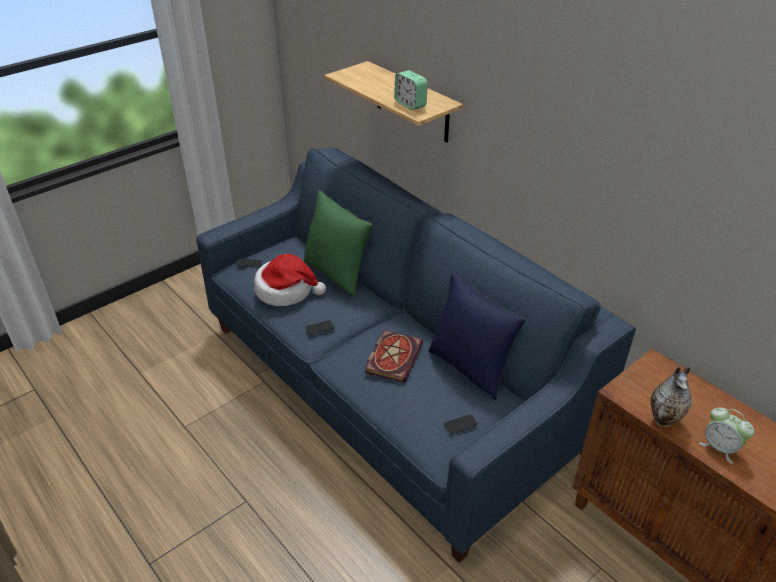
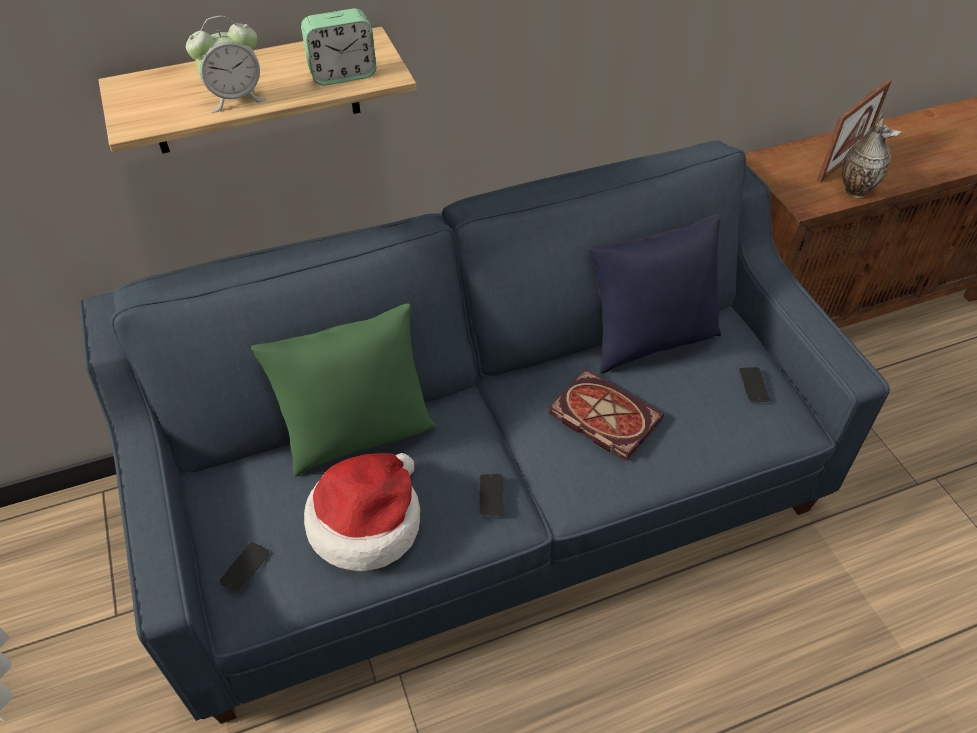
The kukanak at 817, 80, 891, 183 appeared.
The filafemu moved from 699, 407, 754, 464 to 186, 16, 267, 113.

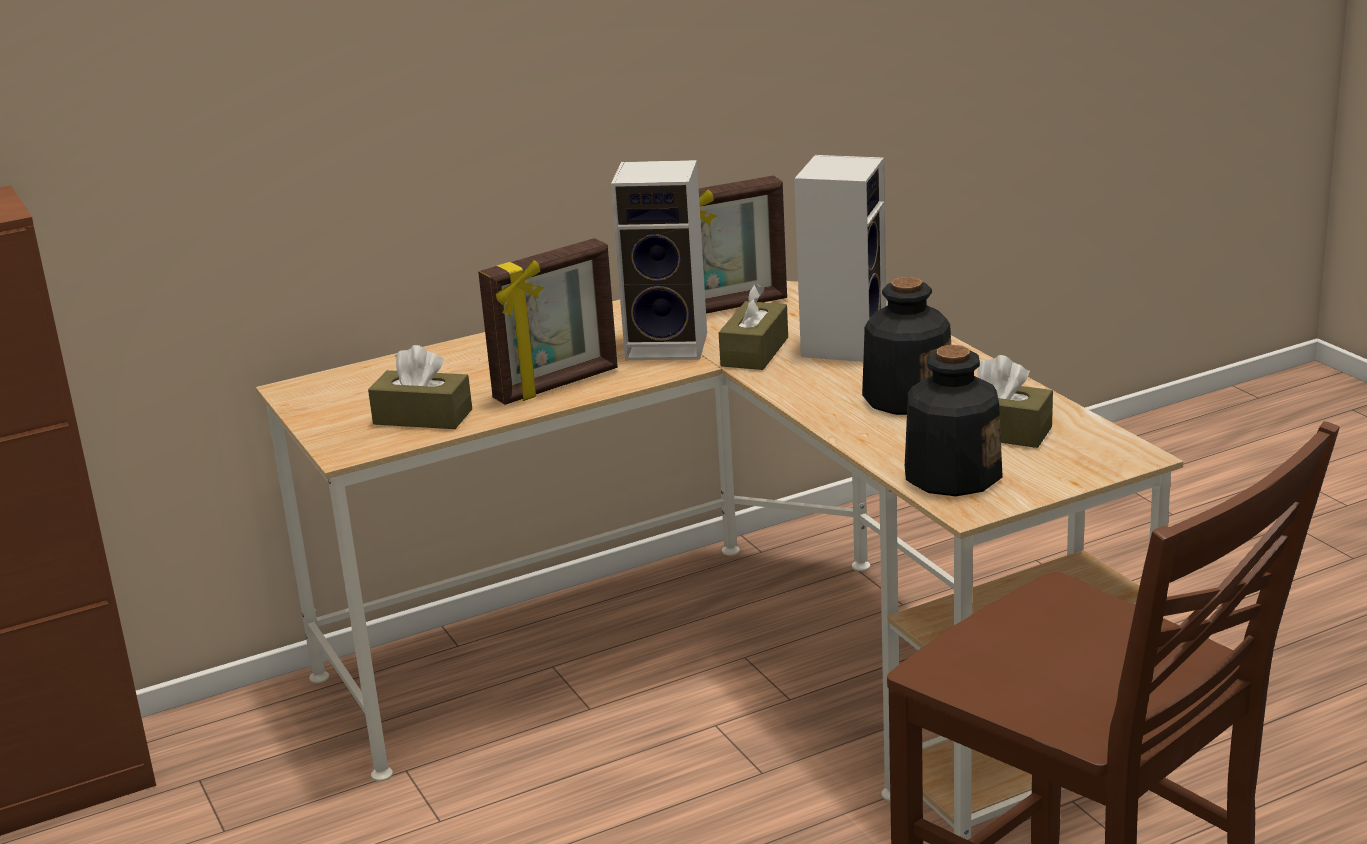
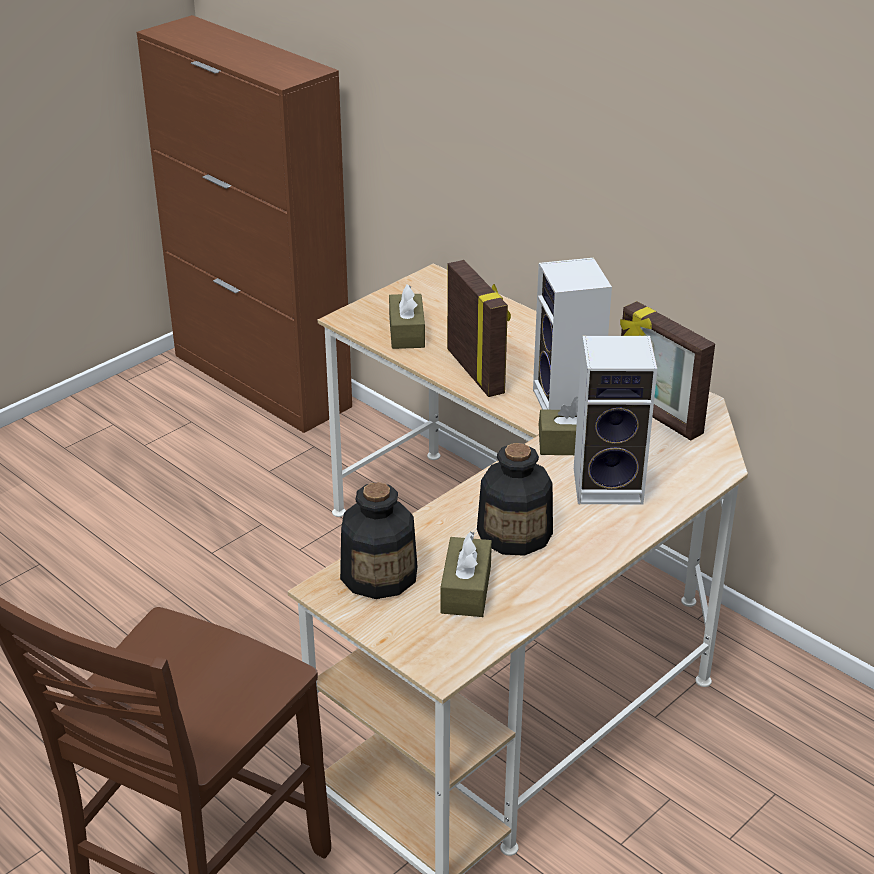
The kukanak at 478, 238, 618, 405 turned 150 degrees counterclockwise.

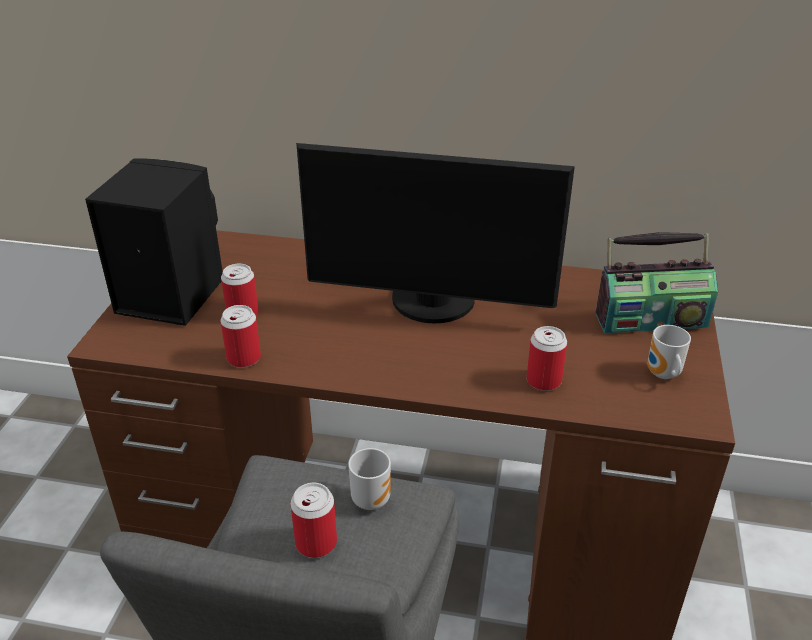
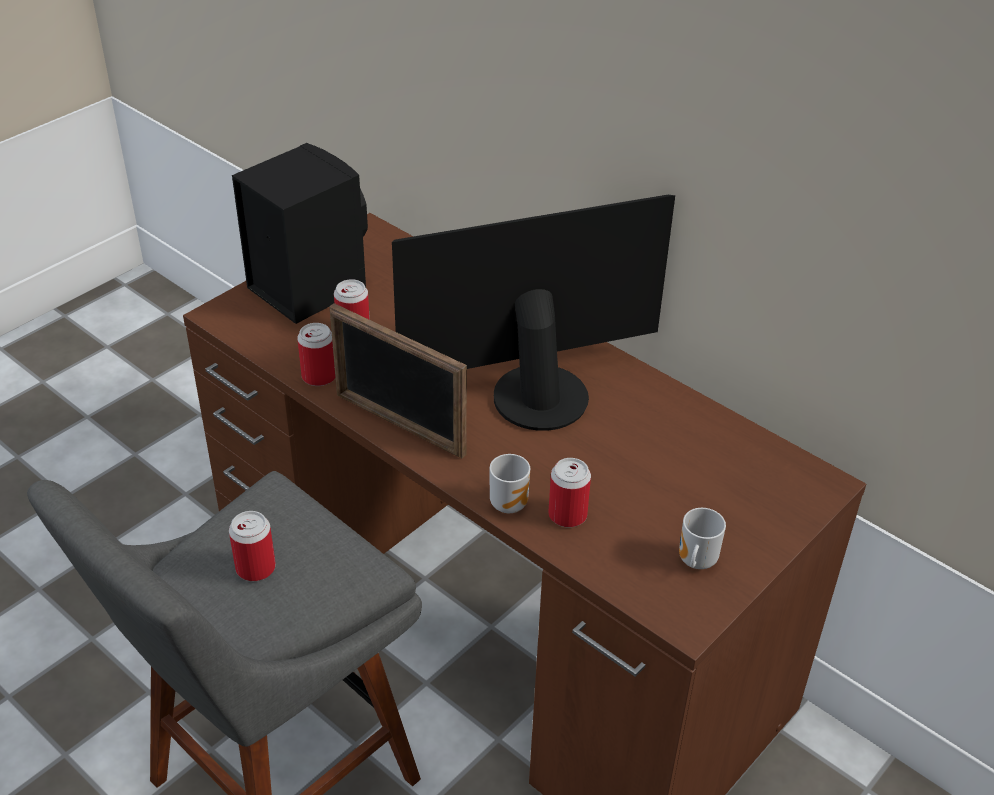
The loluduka at 596, 232, 718, 333 disappeared.
The kukanak at 329, 303, 467, 458 appeared.
The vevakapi moved from 348, 448, 391, 510 to 490, 454, 530, 513.
The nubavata at 296, 143, 575, 323 turned 120 degrees clockwise.

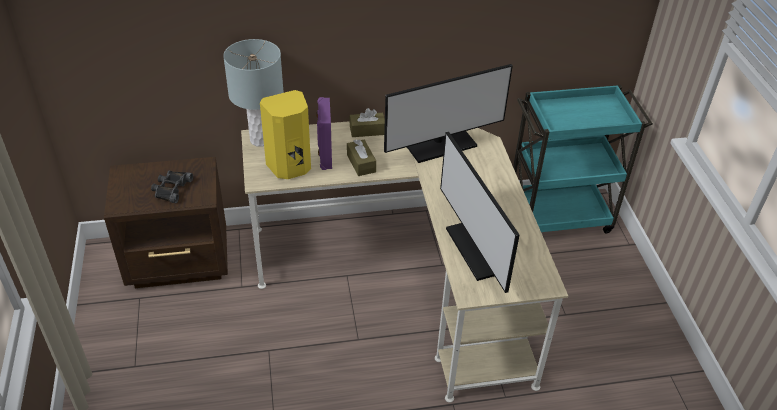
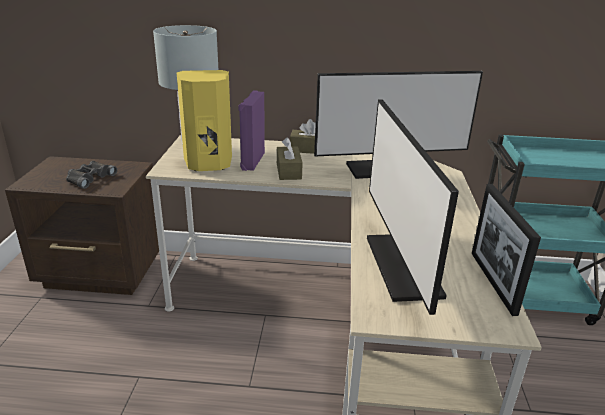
The kukanak at 472, 184, 541, 316 appeared.

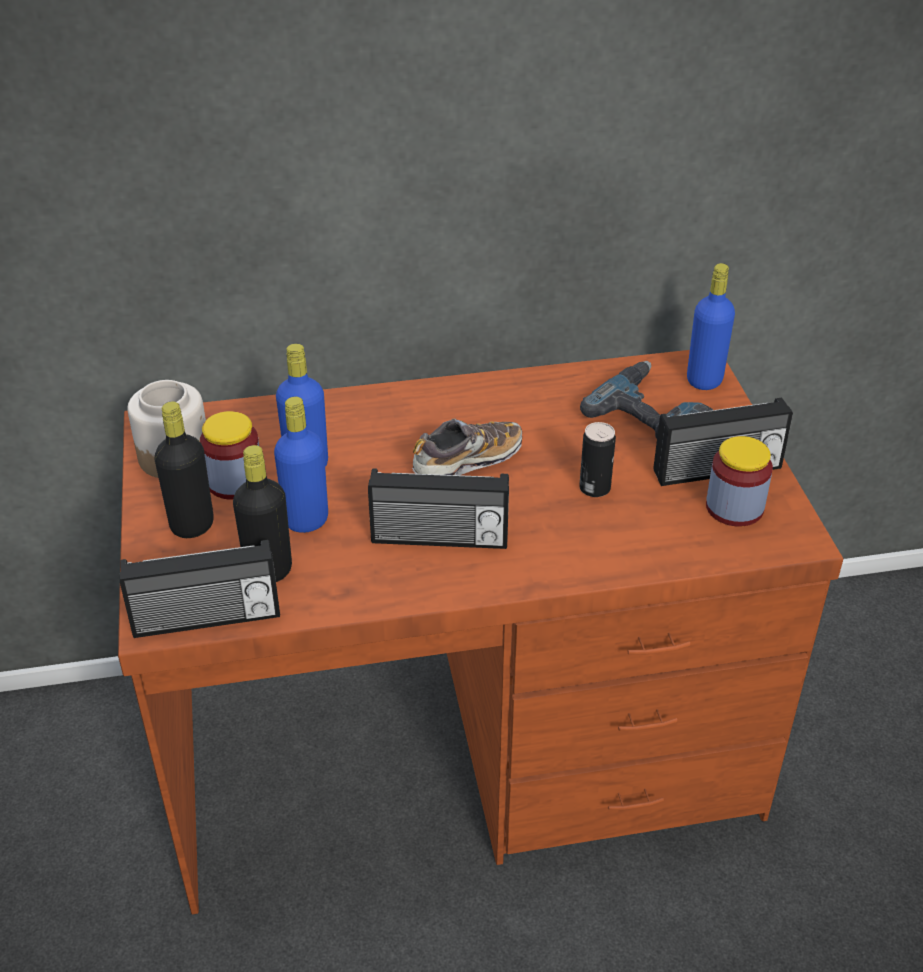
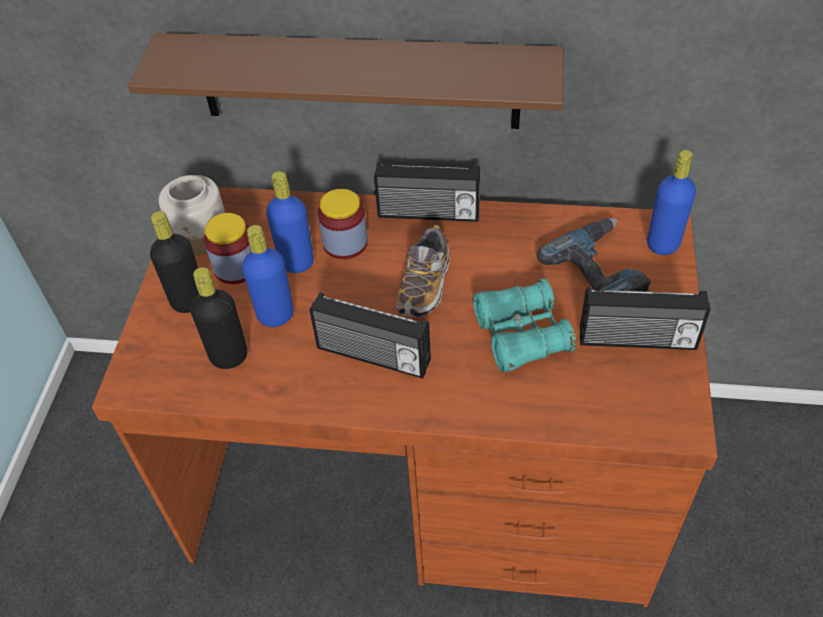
The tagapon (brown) at 128, 33, 564, 129 appeared.
The loluduka moved from 120, 540, 280, 638 to 374, 162, 480, 222.
The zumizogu moved from 706, 436, 773, 527 to 318, 189, 368, 259.
The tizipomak at 579, 422, 616, 497 was replaced by the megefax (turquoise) at 473, 279, 576, 372.
The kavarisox at 412, 419, 522, 475 turned 120 degrees clockwise.

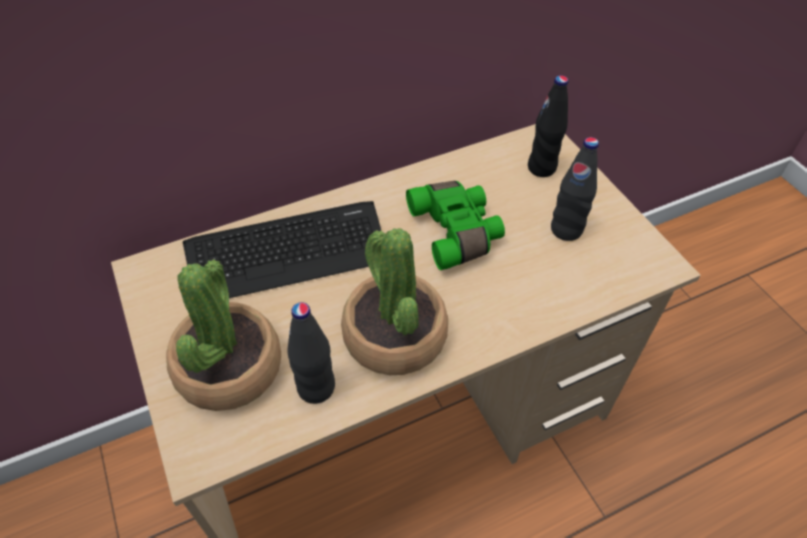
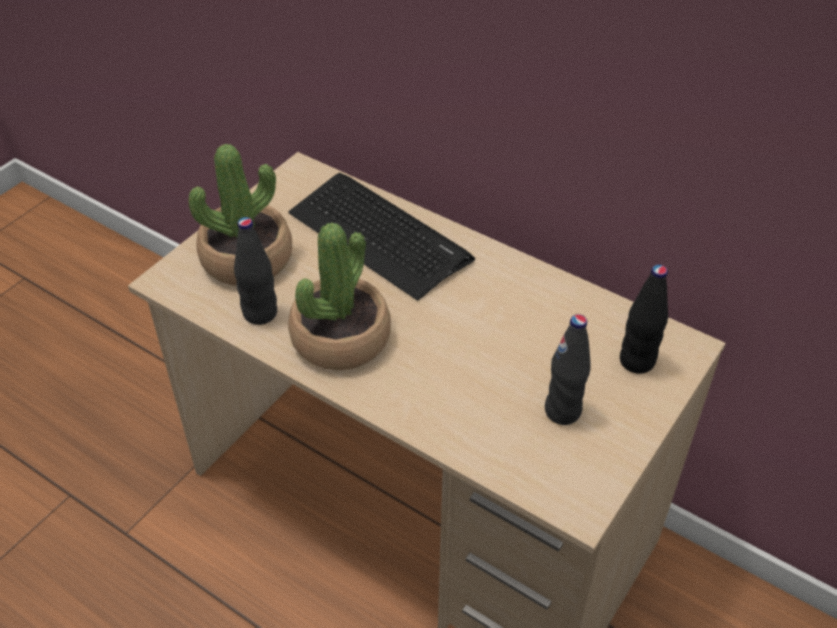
The megefax (green) at 406, 181, 505, 270 disappeared.

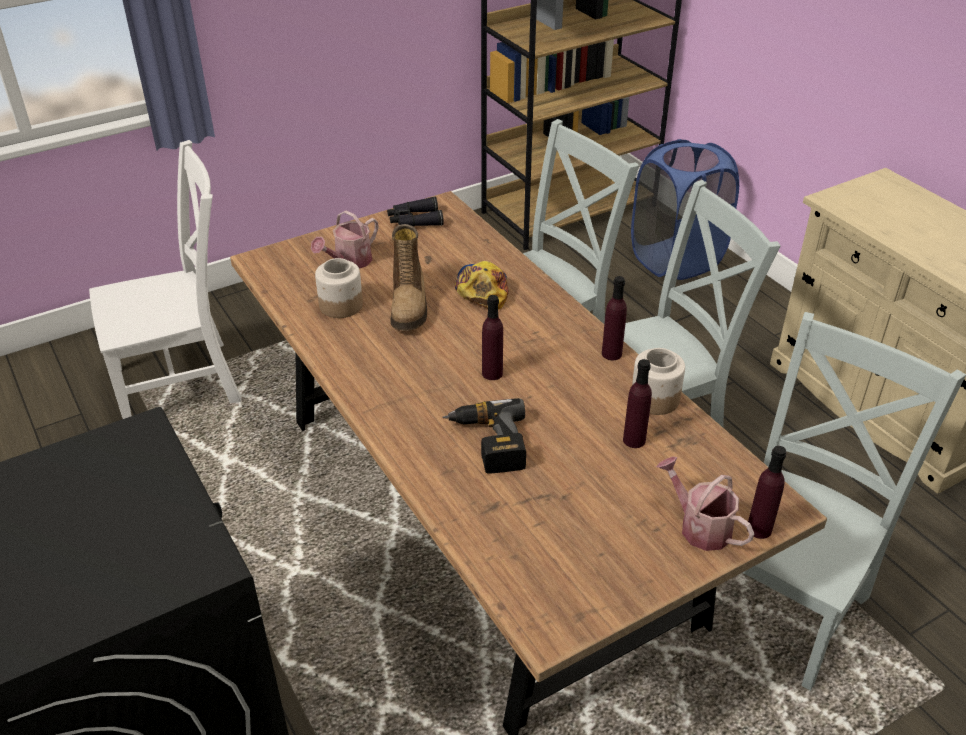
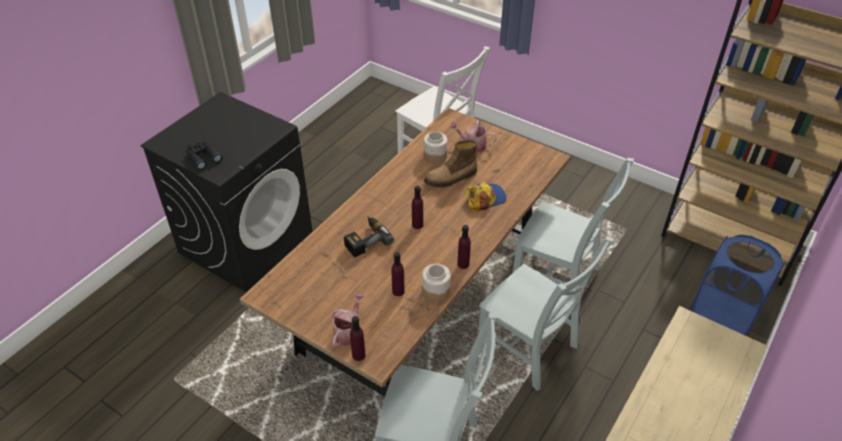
The megefax (black) moved from 387, 196, 444, 226 to 186, 142, 222, 170.

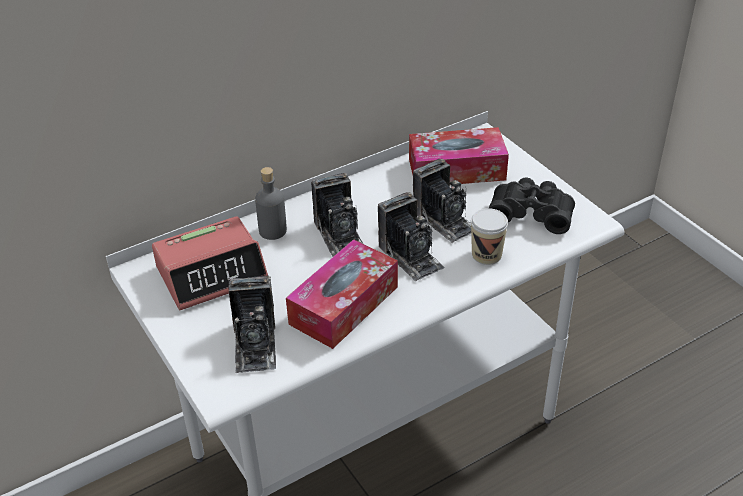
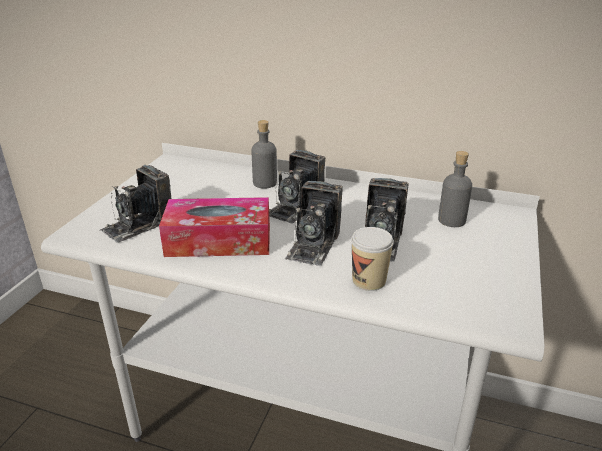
The filafemu at 152, 216, 268, 310 disappeared.
The megefax (black) at 489, 177, 575, 234 disappeared.
The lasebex at 409, 127, 509, 184 was replaced by the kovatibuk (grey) at 438, 151, 472, 227.

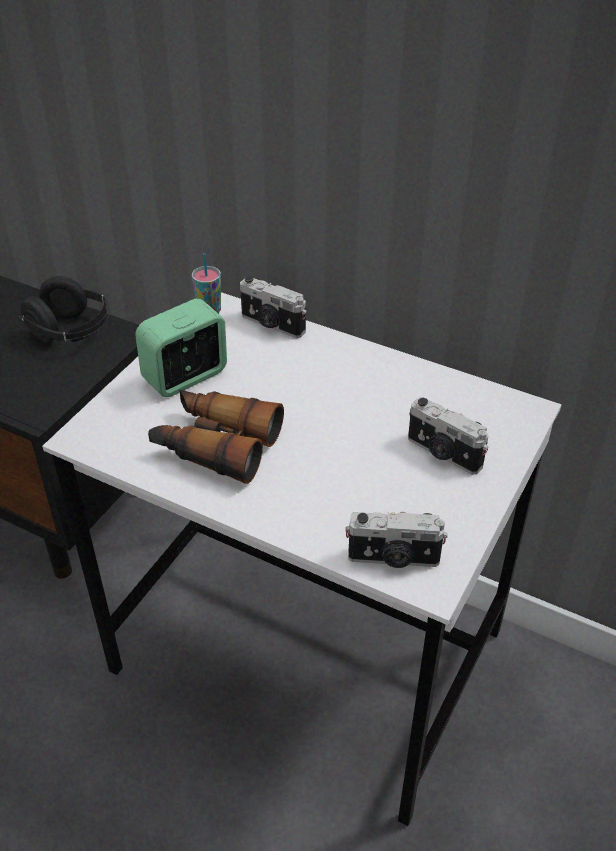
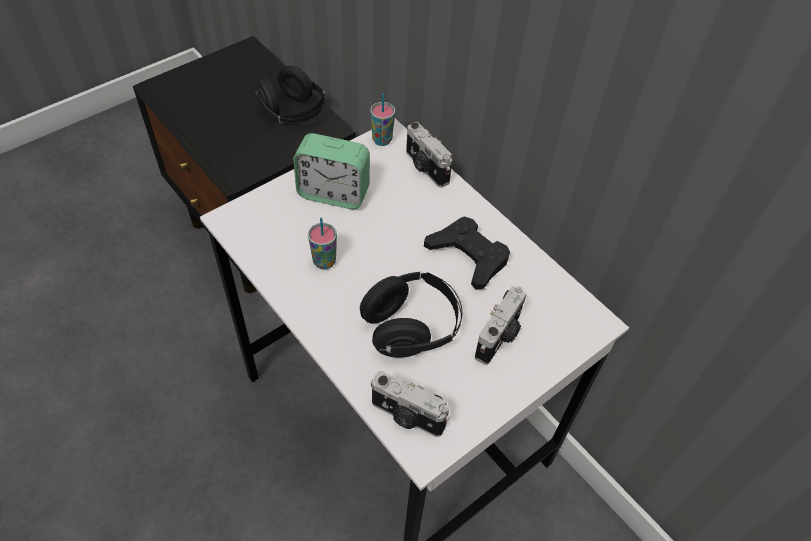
The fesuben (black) at 360, 272, 463, 358 appeared.
The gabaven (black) at 424, 217, 510, 290 appeared.
The megefax at 148, 390, 284, 484 was replaced by the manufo at 308, 217, 337, 270.
The filafemu at 135, 298, 227, 397 turned 150 degrees counterclockwise.
The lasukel at 408, 397, 489, 474 turned 120 degrees counterclockwise.

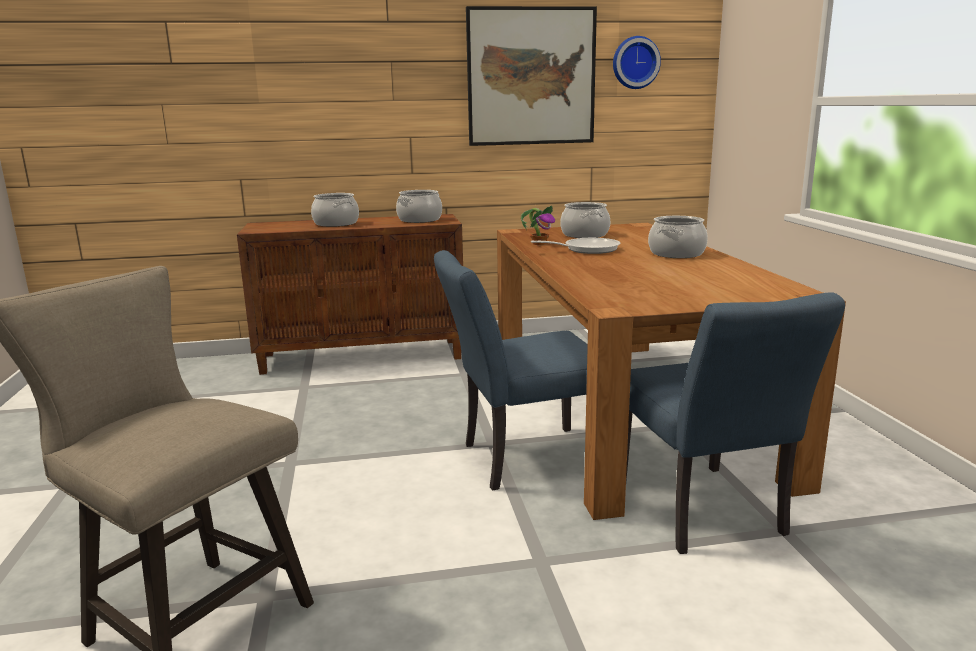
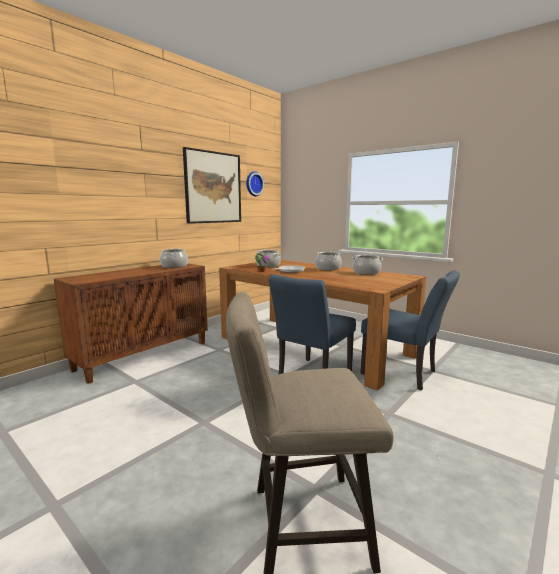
The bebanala moved from 311, 193, 359, 227 to 351, 255, 383, 275.

